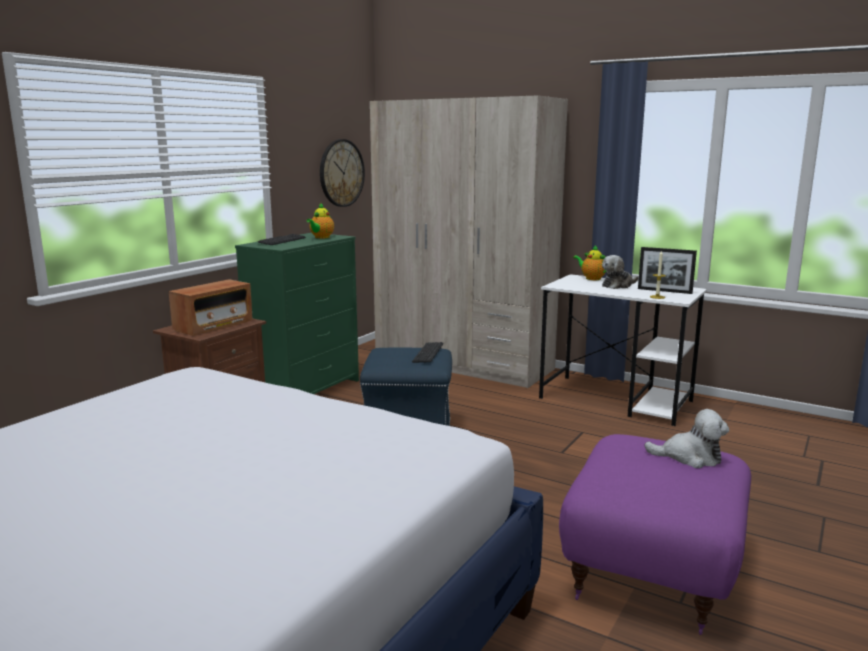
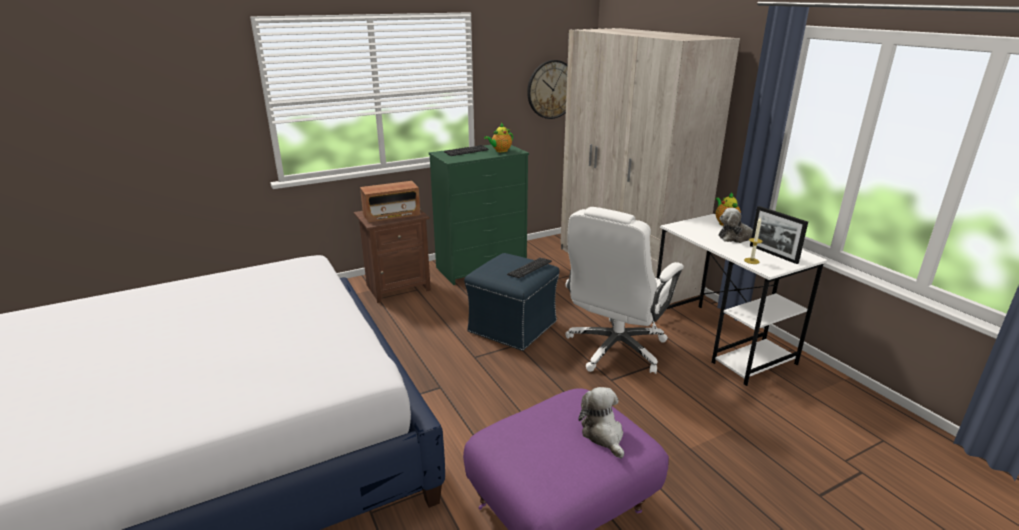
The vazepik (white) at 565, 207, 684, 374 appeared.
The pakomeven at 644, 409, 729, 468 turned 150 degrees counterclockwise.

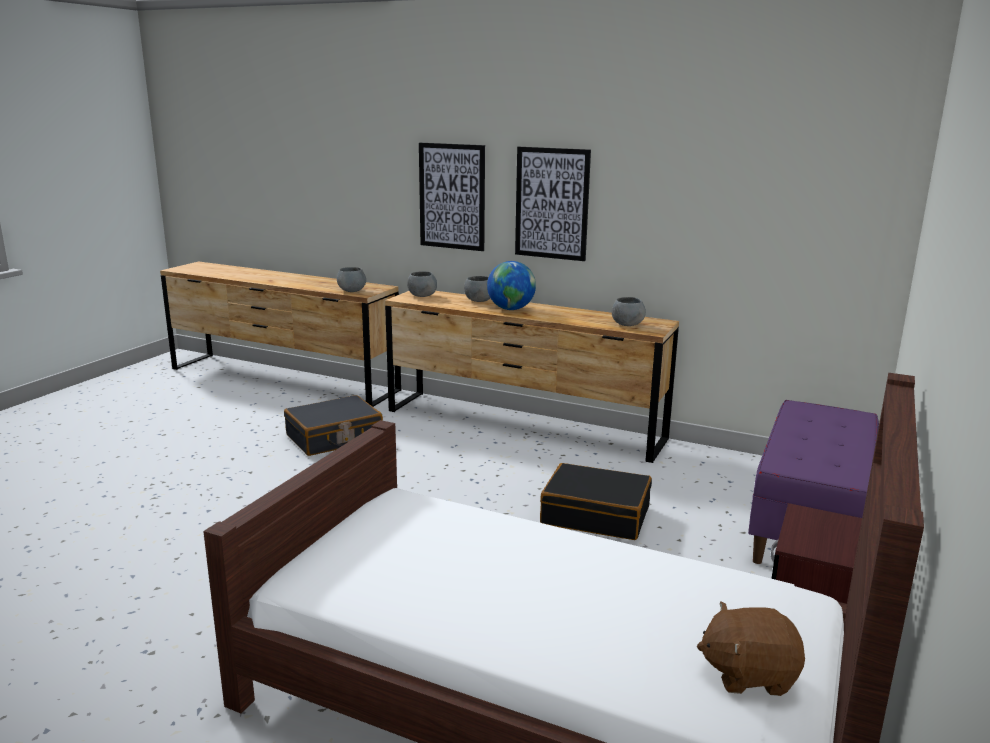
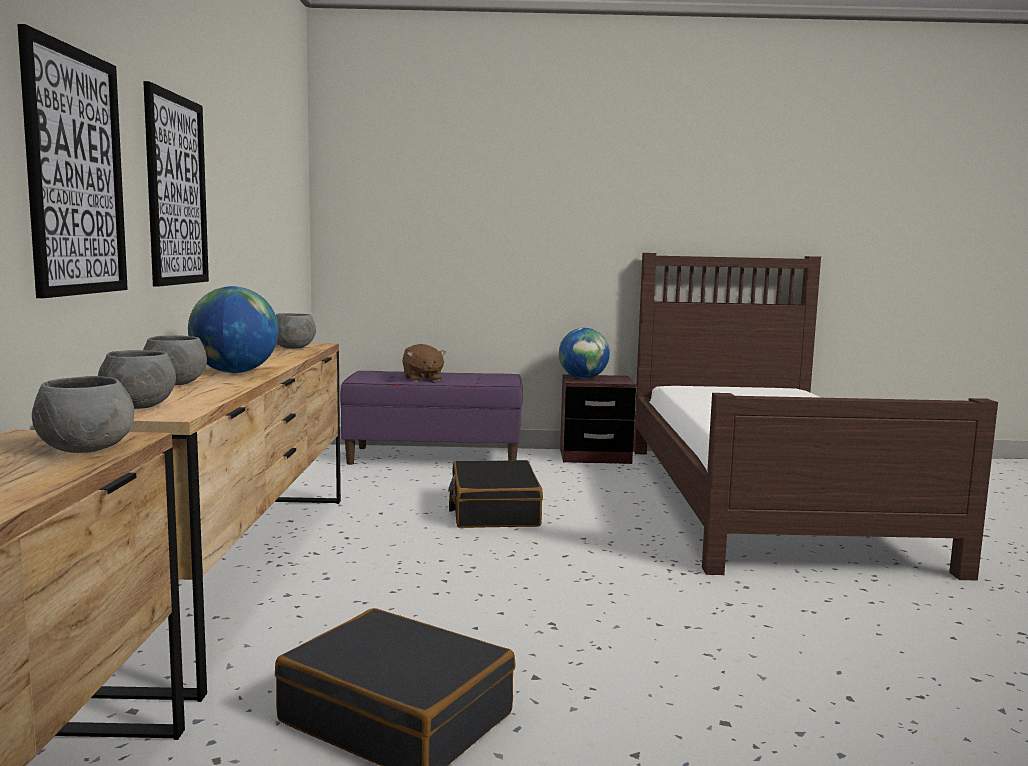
The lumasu at 559, 328, 610, 379 appeared.
The pakomeven (brown) moved from 697, 601, 805, 696 to 402, 344, 446, 382.

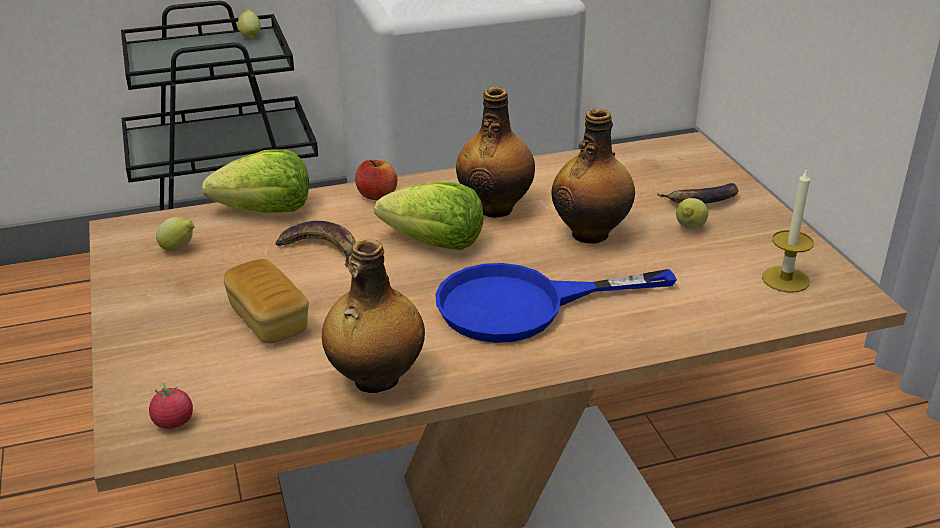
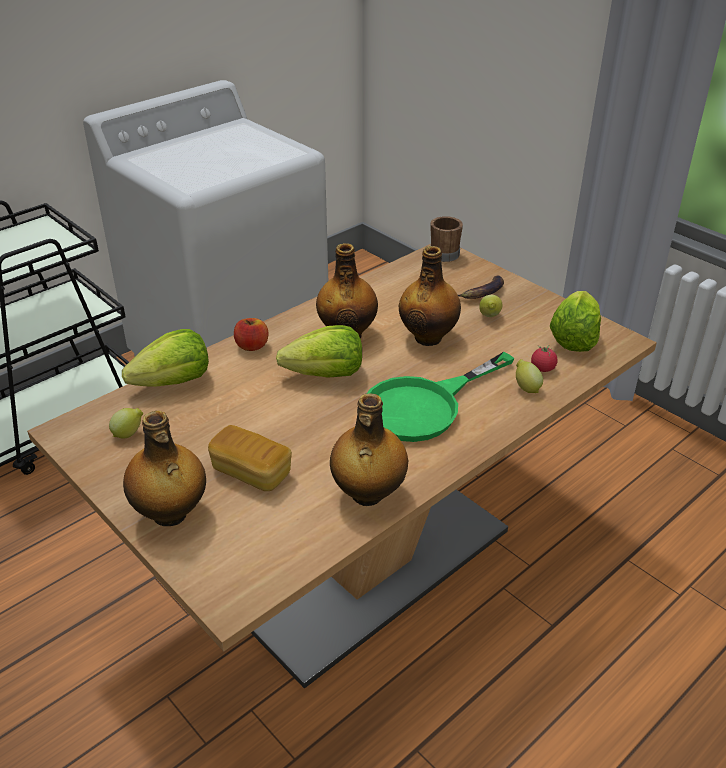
The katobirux at 276, 221, 356, 267 disappeared.
The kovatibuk at 123, 411, 206, 526 appeared.
The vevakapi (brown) at 430, 216, 463, 262 appeared.
The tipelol moved from 149, 383, 193, 429 to 531, 345, 557, 372.
The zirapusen moved from 238, 9, 261, 39 to 516, 359, 543, 393.
The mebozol at 762, 168, 814, 293 was replaced by the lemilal at 550, 291, 601, 352.
The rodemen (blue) at 435, 263, 677, 343 became the rodemen (green) at 367, 352, 514, 442.

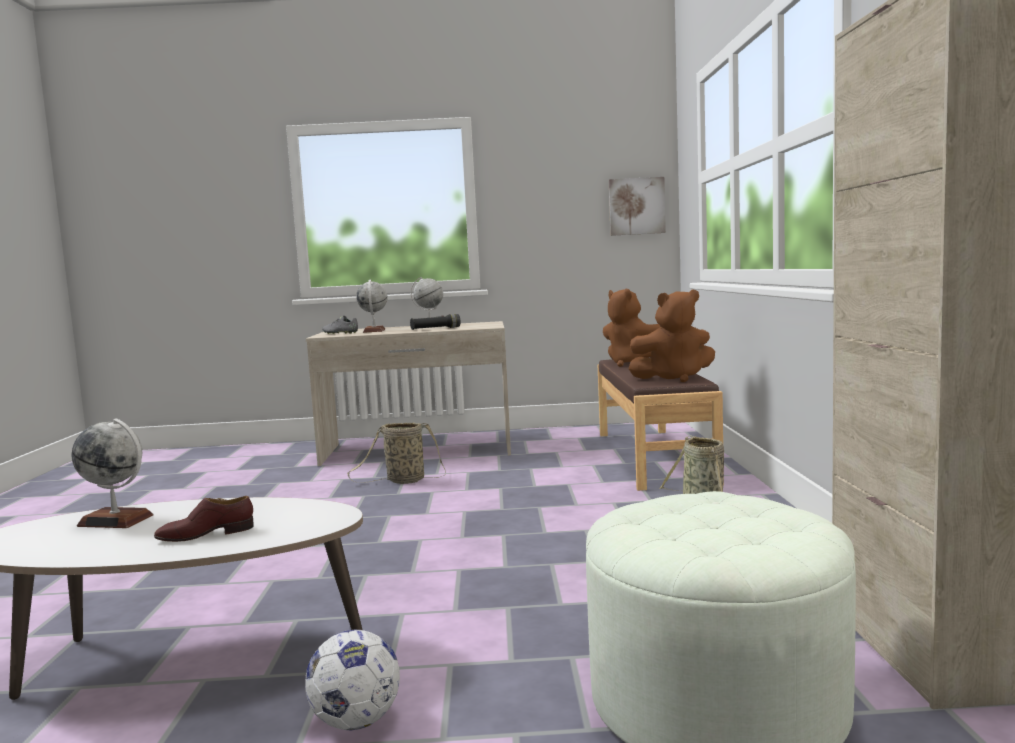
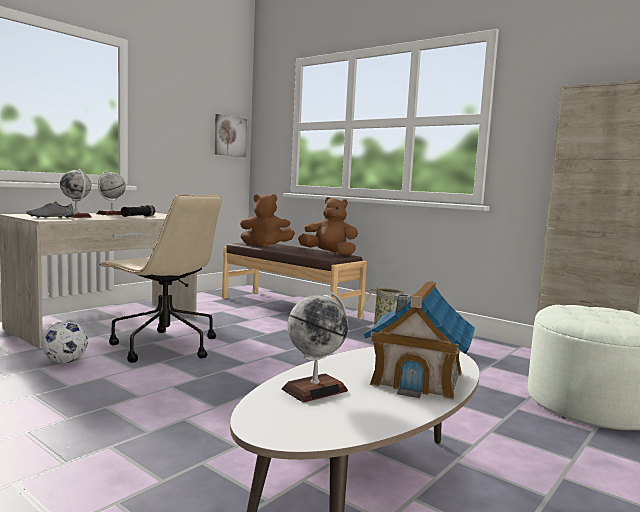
The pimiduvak moved from 305, 630, 400, 730 to 42, 321, 88, 363.
The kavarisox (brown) at 154, 496, 254, 542 was replaced by the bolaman at 363, 281, 475, 400.
The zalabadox at 347, 422, 446, 484 was replaced by the vazepik (beige) at 98, 195, 222, 363.
The pakomeven (brown) at 628, 289, 715, 382 turned 105 degrees counterclockwise.

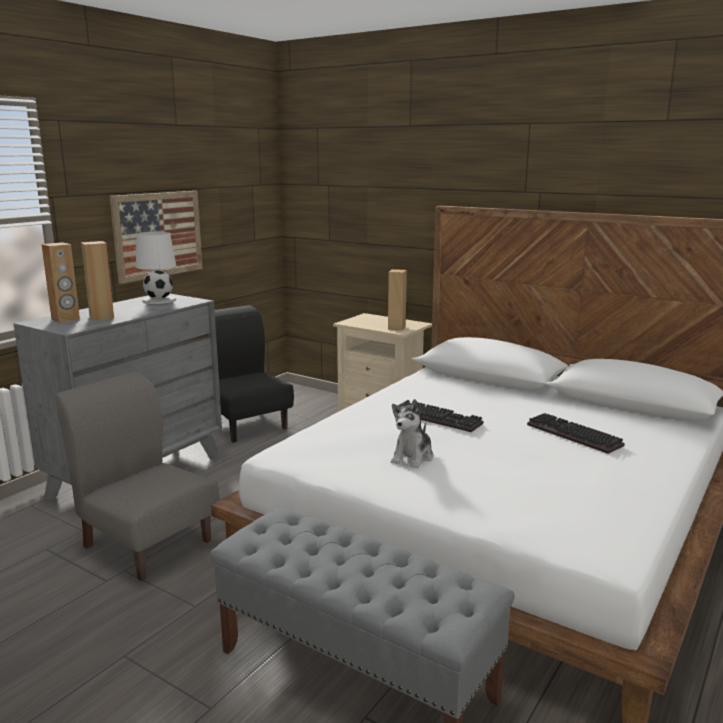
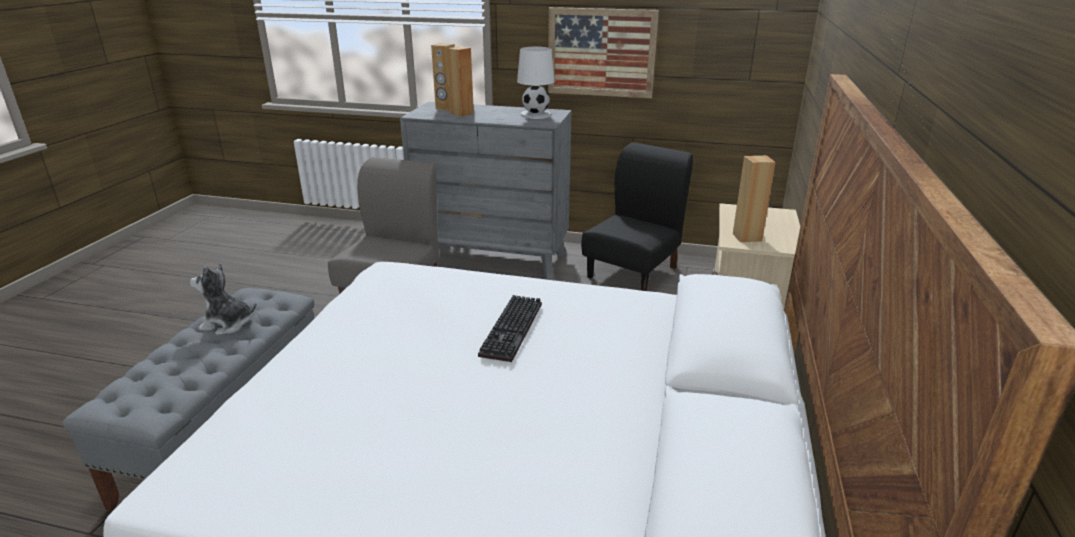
The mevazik at 527, 413, 625, 454 disappeared.
The pakomeven moved from 391, 399, 433, 468 to 190, 263, 257, 335.

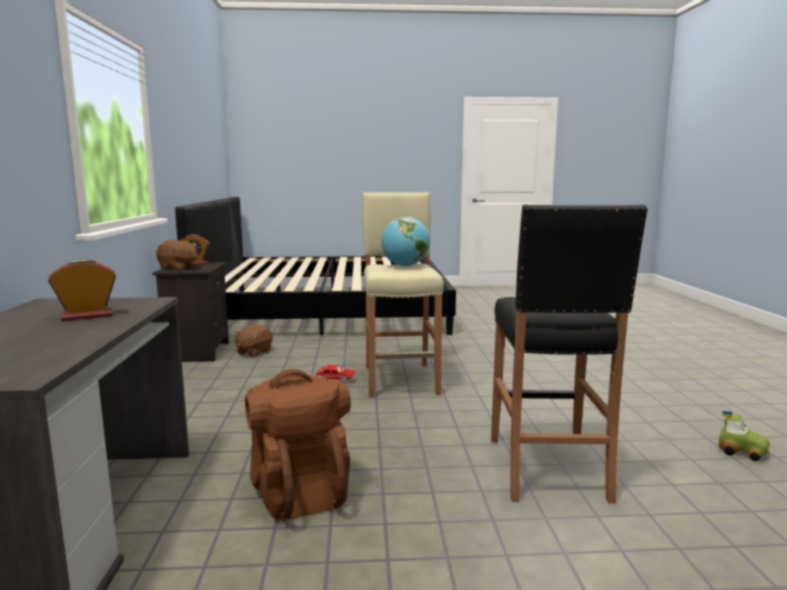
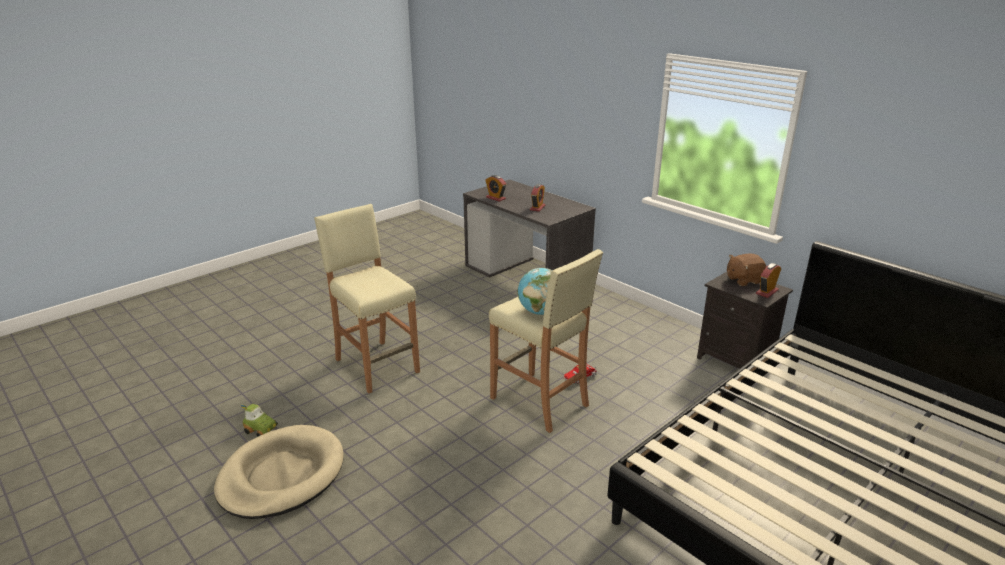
The pakomeven (brown) at 234, 325, 273, 357 disappeared.
The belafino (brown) at 245, 369, 351, 521 disappeared.
The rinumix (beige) at 214, 425, 344, 519 appeared.
The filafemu at 486, 175, 506, 202 appeared.
The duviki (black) at 491, 205, 648, 504 became the duviki (beige) at 314, 204, 420, 393.
The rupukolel at 719, 411, 770, 461 turned 150 degrees counterclockwise.

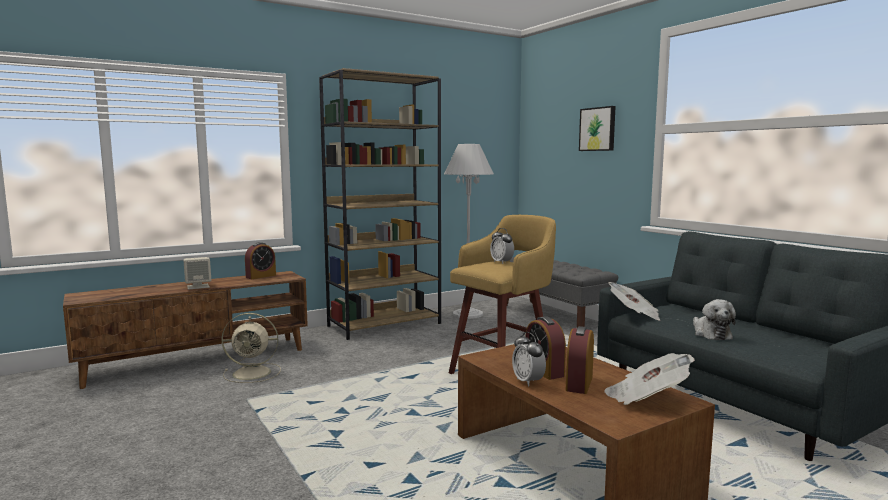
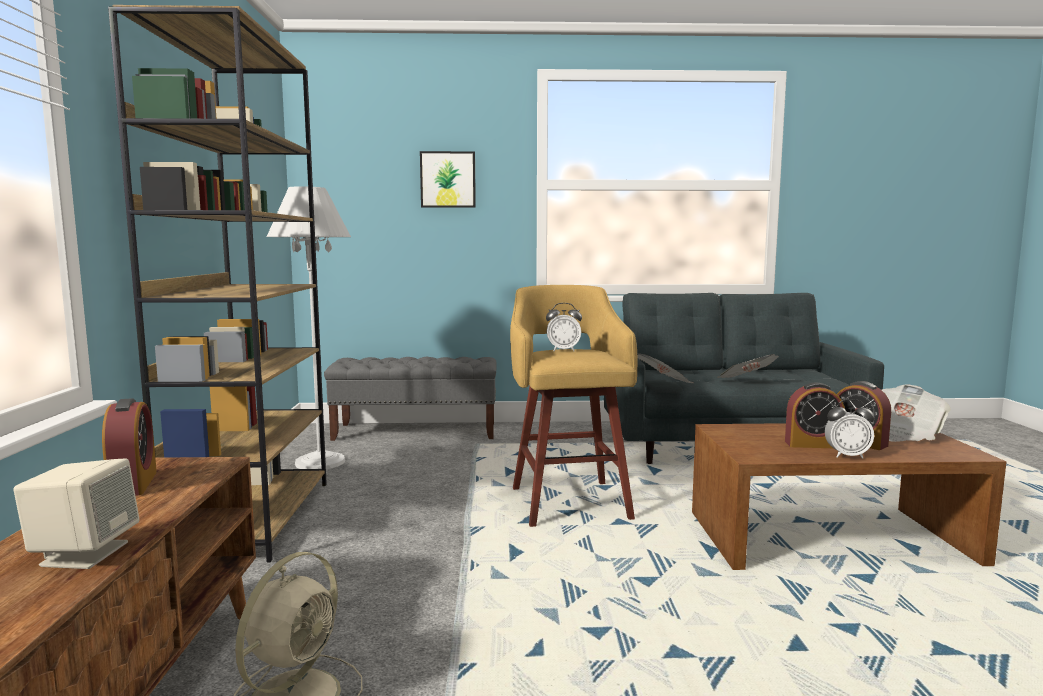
The pakomeven at 693, 299, 736, 340 was replaced by the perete at 717, 354, 779, 378.

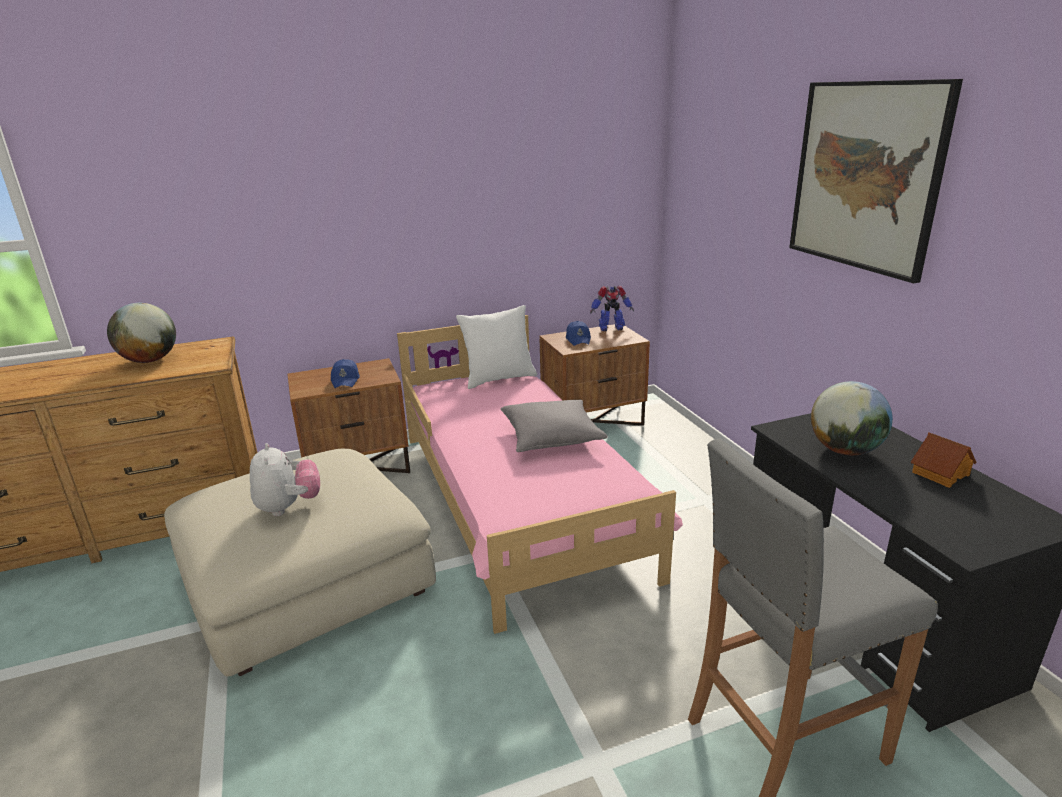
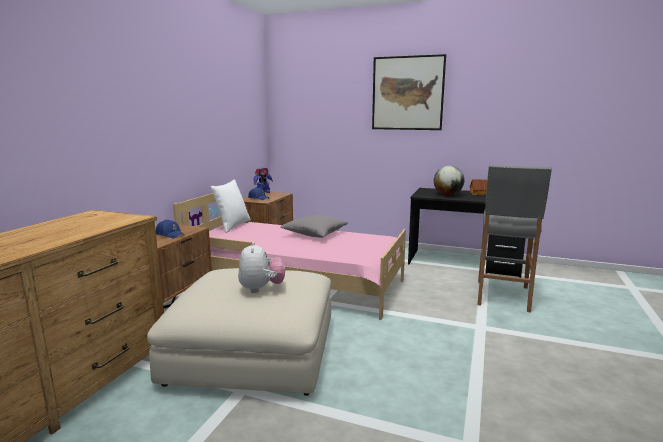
The lumasu at 107, 303, 176, 363 disappeared.
The pakomeven at 250, 443, 320, 516 turned 60 degrees clockwise.

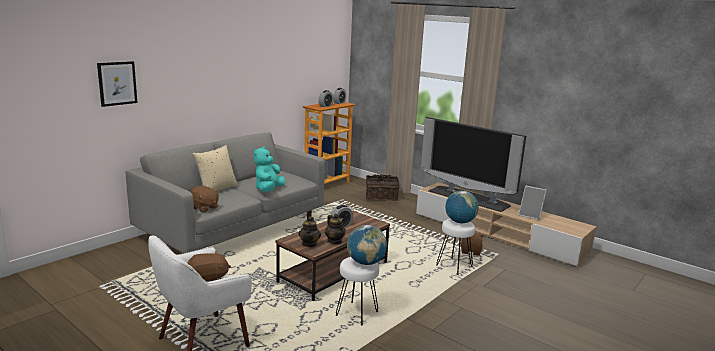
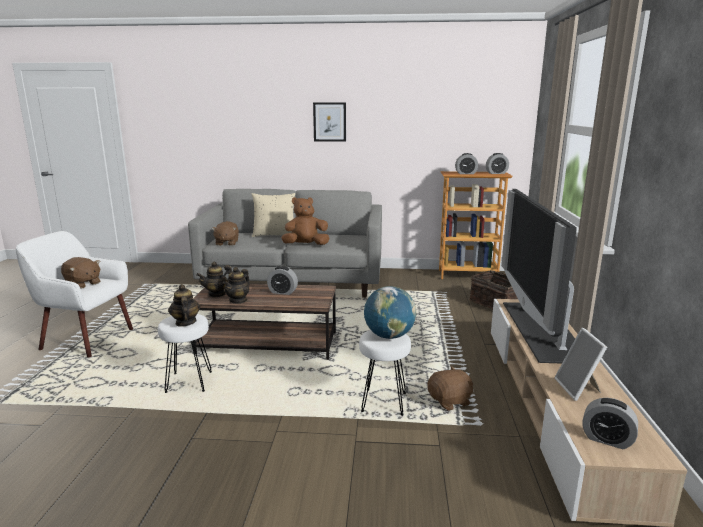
The filafemu at 583, 398, 638, 449 appeared.
The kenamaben moved from 97, 61, 137, 107 to 313, 102, 346, 142.
The lumasu at 347, 225, 387, 265 was replaced by the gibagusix at 168, 284, 200, 327.
The pakomeven (turquoise) at 254, 146, 285, 192 became the pakomeven (brown) at 281, 197, 330, 245.

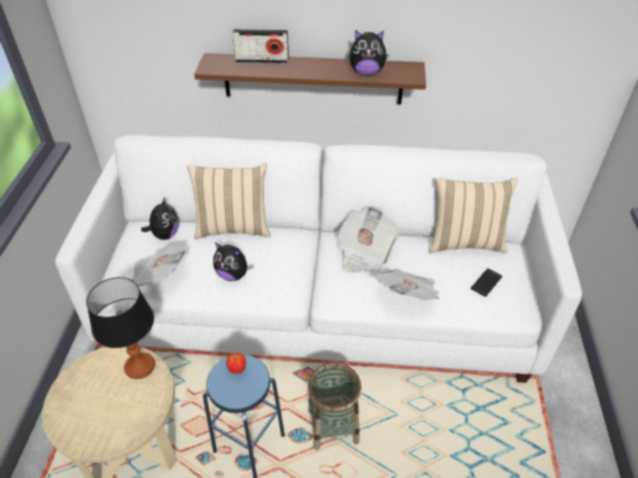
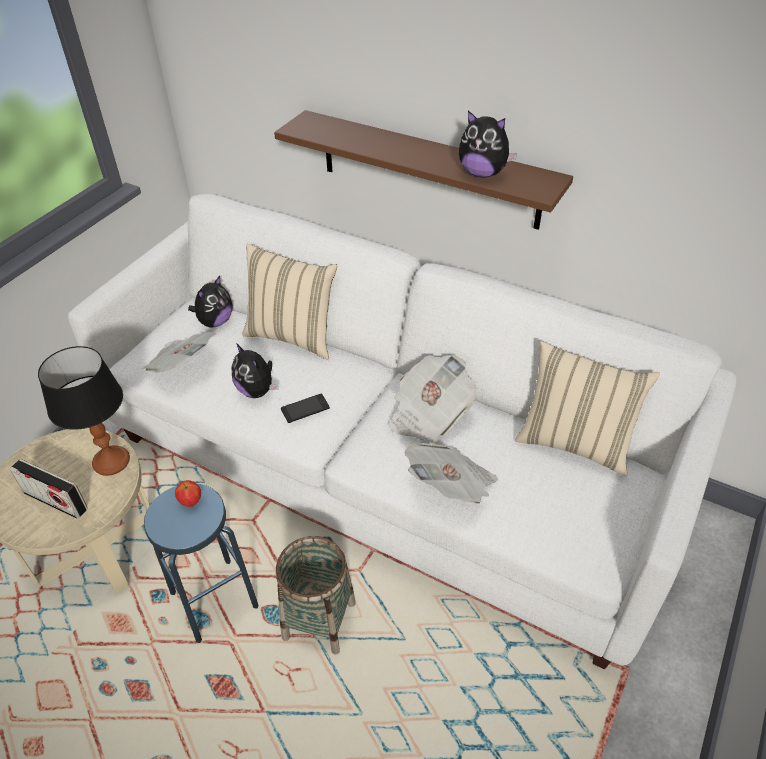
The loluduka moved from 232, 29, 289, 63 to 10, 459, 88, 519.
The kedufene moved from 471, 268, 502, 297 to 281, 394, 330, 423.

